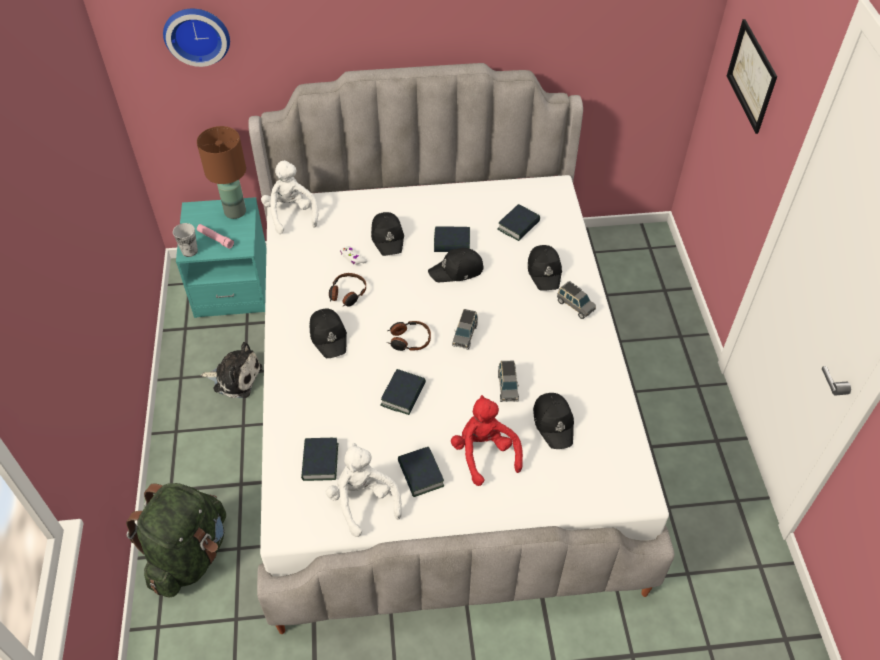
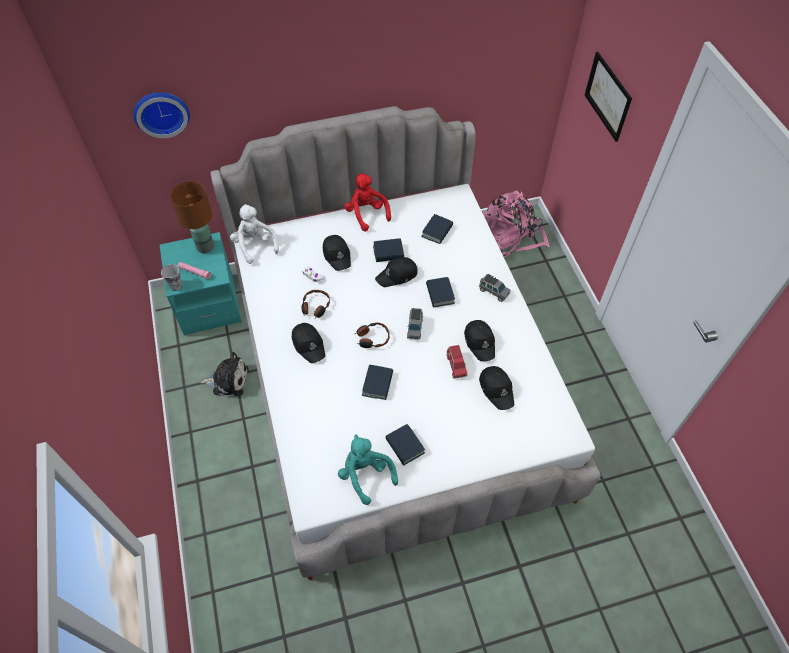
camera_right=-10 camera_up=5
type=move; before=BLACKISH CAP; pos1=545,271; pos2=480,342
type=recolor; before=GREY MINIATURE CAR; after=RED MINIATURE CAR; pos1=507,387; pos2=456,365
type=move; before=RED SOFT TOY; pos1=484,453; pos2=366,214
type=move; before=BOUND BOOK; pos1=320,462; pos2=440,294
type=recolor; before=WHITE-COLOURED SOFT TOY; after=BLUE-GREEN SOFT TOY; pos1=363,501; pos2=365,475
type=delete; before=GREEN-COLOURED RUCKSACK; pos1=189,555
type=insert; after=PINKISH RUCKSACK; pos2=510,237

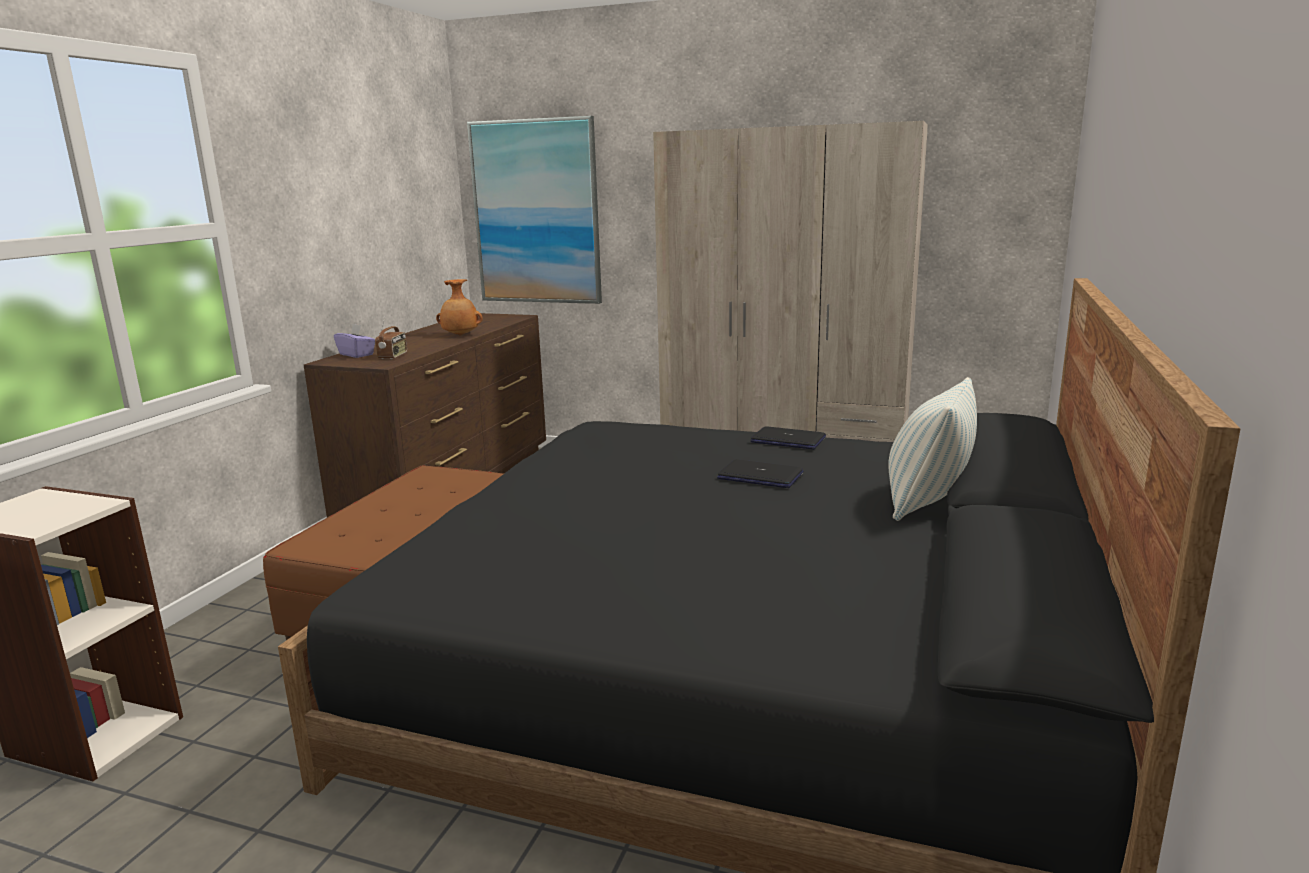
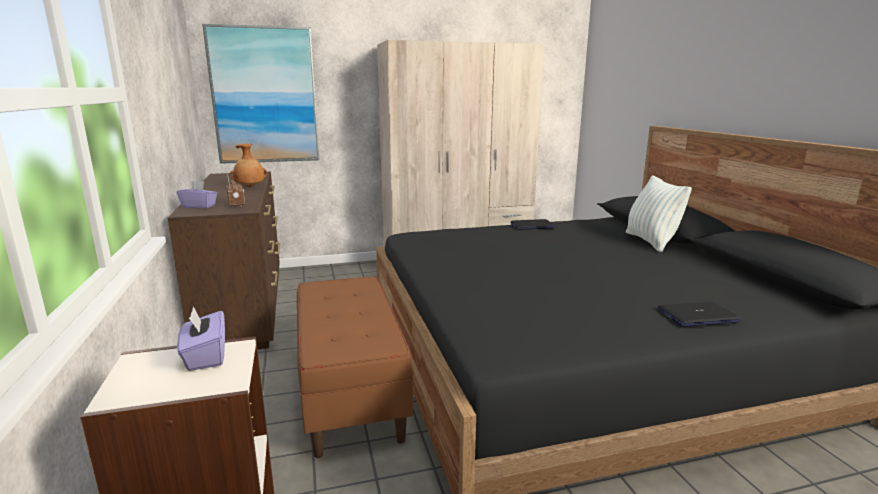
camera_right=-35 camera_up=0
type=move; before=LAPTOP; pos1=761,476; pos2=698,315
type=insert; after=PURPLE TISSUE HOLDER; pos2=205,356

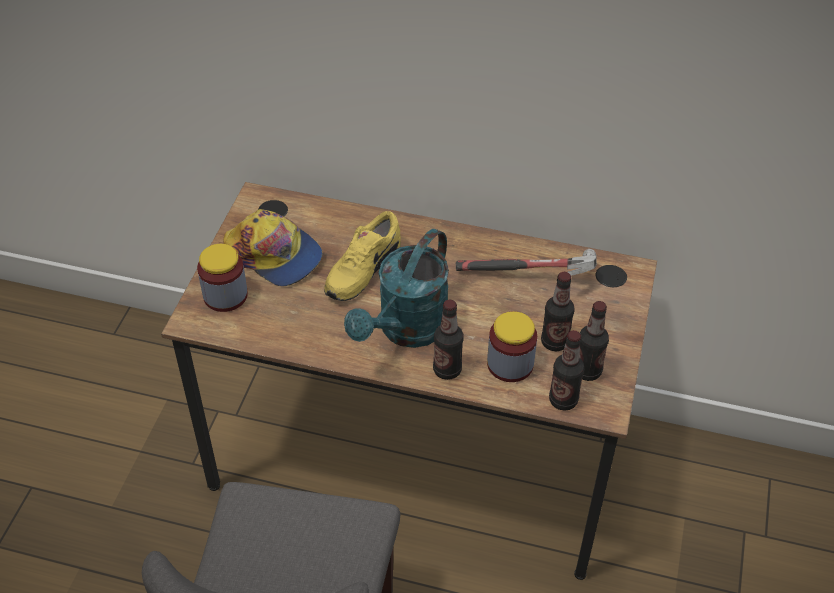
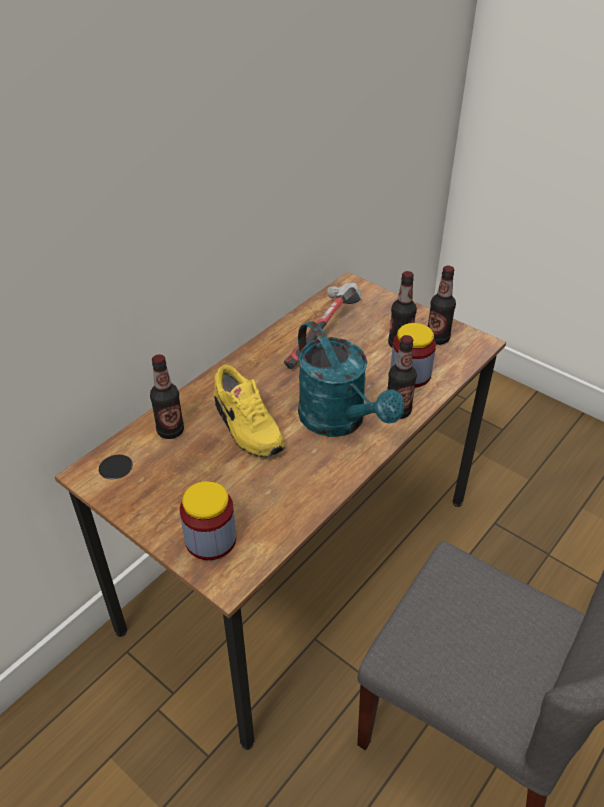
camera_right=-65 camera_up=-5
type=delete; before=CAP; pos1=274,254
type=move; before=BOTTLE; pos1=563,400; pos2=170,431

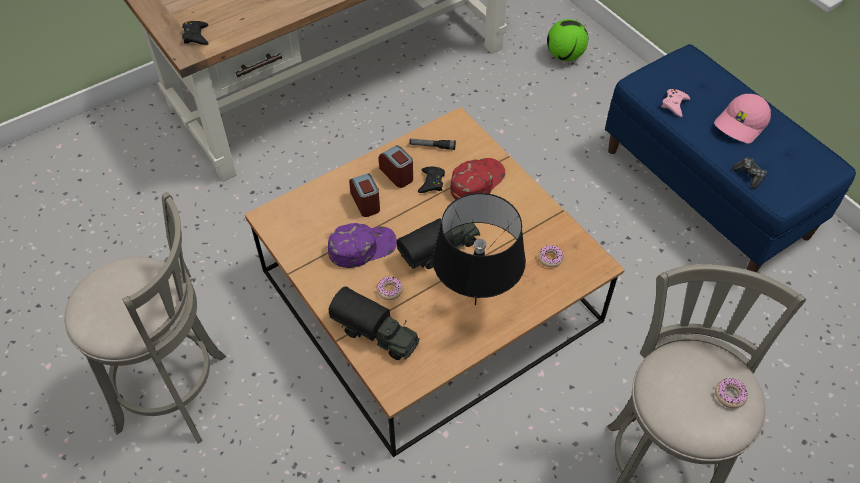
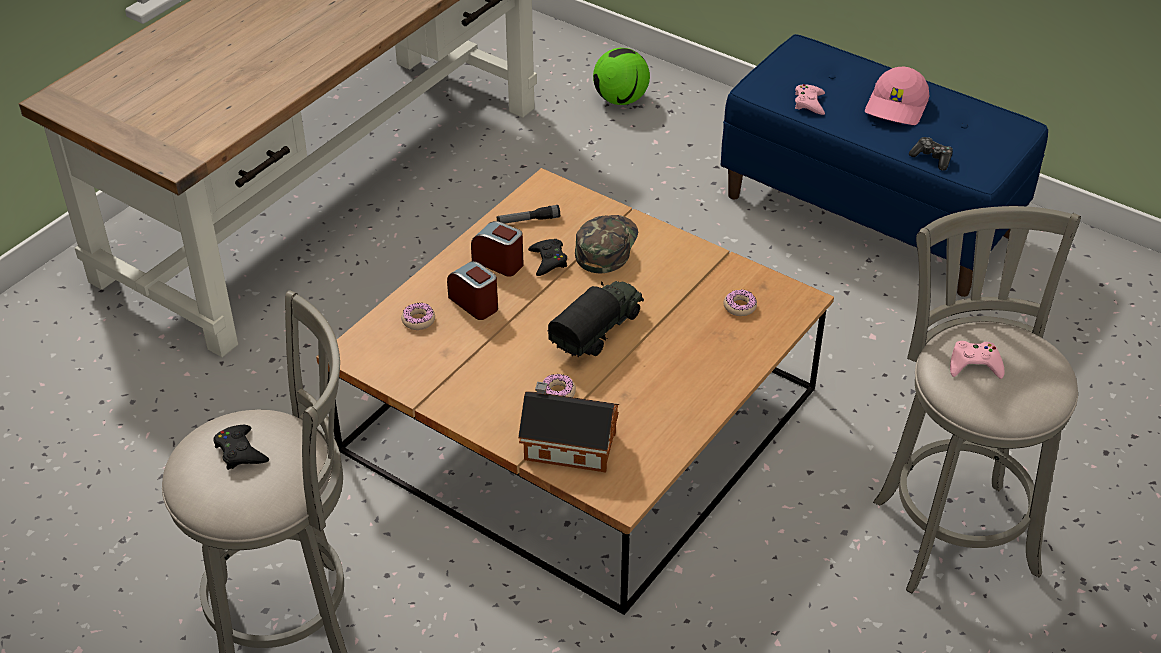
camera_right=-20 camera_up=-10
type=move; before=BLACKISH GAME CONTROLLER; pos1=196,36; pos2=240,452
type=recolor; before=RED CAP; after=GREEN-COLOURED CAP; pos1=476,181; pos2=605,246
type=delete; before=BLACKISH TABLE LAMP; pos1=475,304
type=delete; before=PURPLE CAP; pos1=362,247
type=replace; before=MODEL TRUCK; after=MINIATURE HOUSE; pos1=376,334; pos2=566,444
type=move; before=DOUGHNUT; pos1=730,395; pos2=418,320
type=insert; after=PINKISH GAME CONTROLLER; pos2=974,364

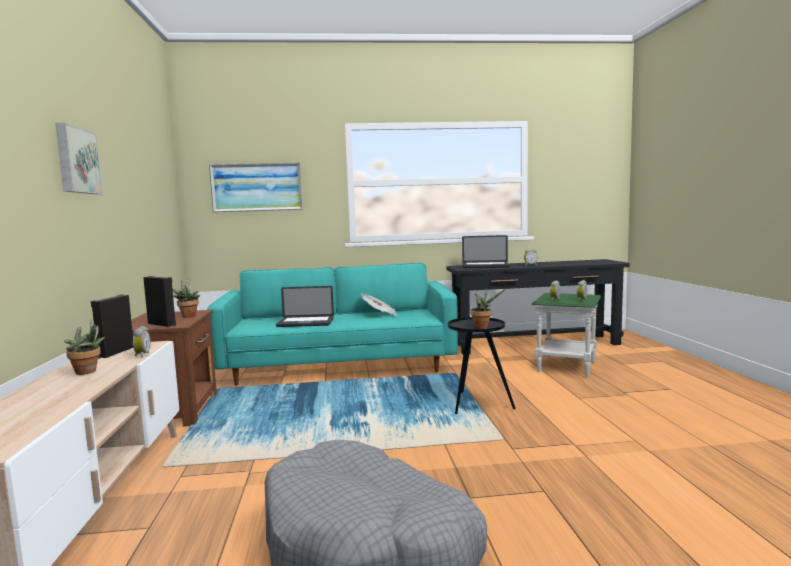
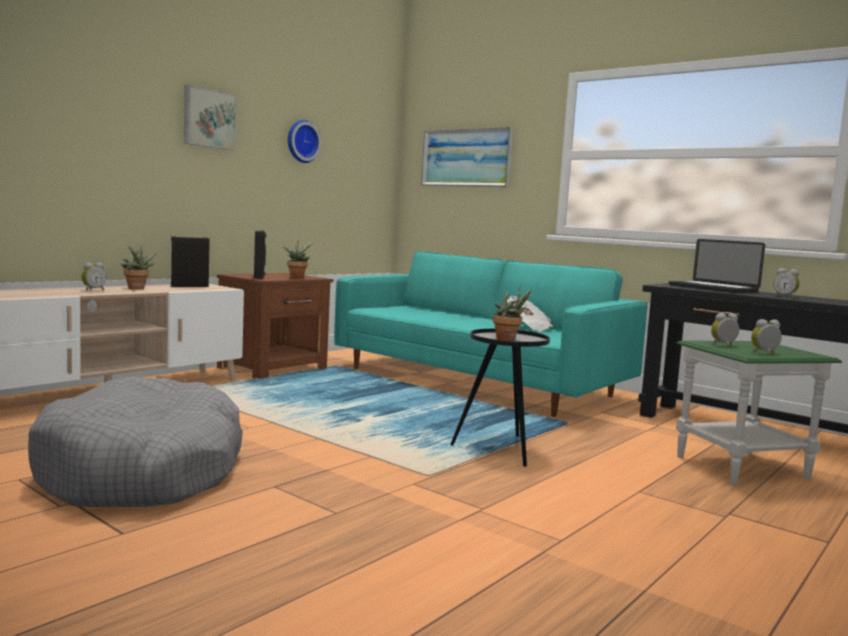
camera_right=45 camera_up=0
type=delete; before=LAPTOP; pos1=305,323
type=move; before=BEDSIDE CLOCK; pos1=141,355; pos2=93,290
type=insert; after=CLOCK ON THE WALL; pos2=301,141

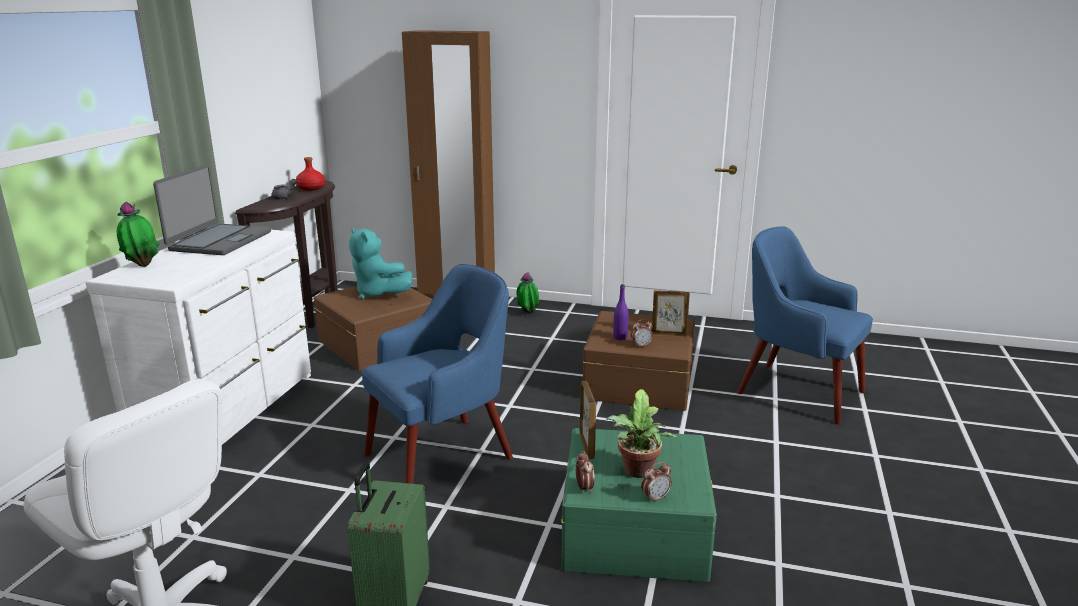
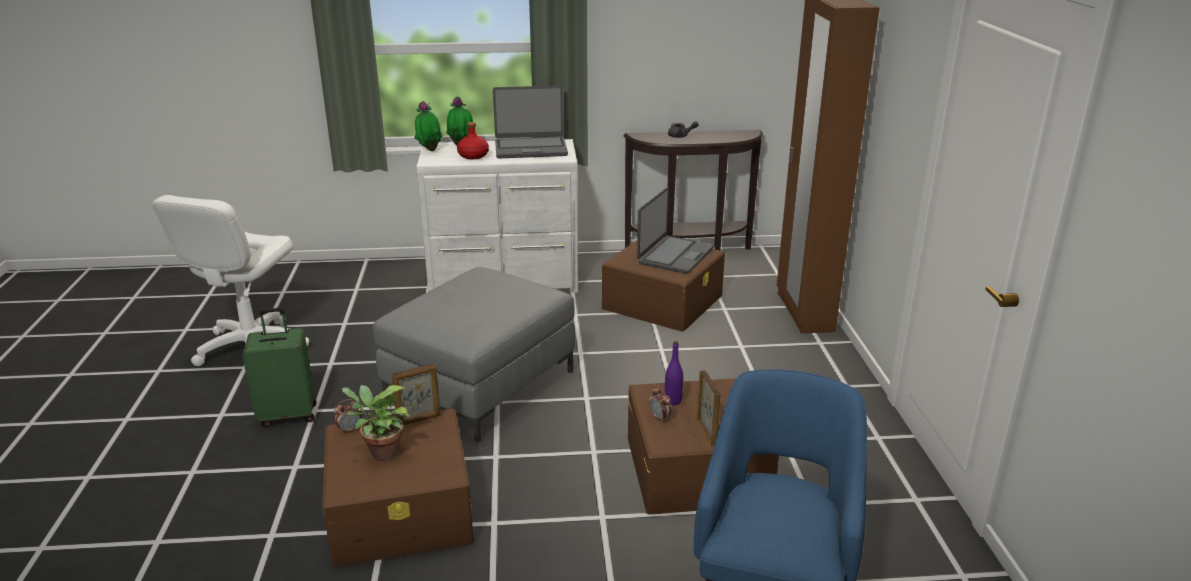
camera_right=70 camera_up=5
type=move; before=RED BOTTLE; pos1=310,188; pos2=473,156
type=replace; before=BLUE-GREEN SOFT TOY; after=LAPTOP; pos1=378,294; pos2=674,255
type=replace; before=BLUE-COLOURED EASY CHAIR; after=GREY OTTOMAN; pos1=443,455; pos2=481,386
type=move; before=POTTED PLANT; pos1=527,313; pos2=429,150
type=recolor; before=GREEN-COLOURED STORAGE BOX; after=BROWN-COLOURED STORAGE BOX; pos1=635,528; pos2=402,510
type=delete; before=BEDSIDE CLOCK; pos1=655,498

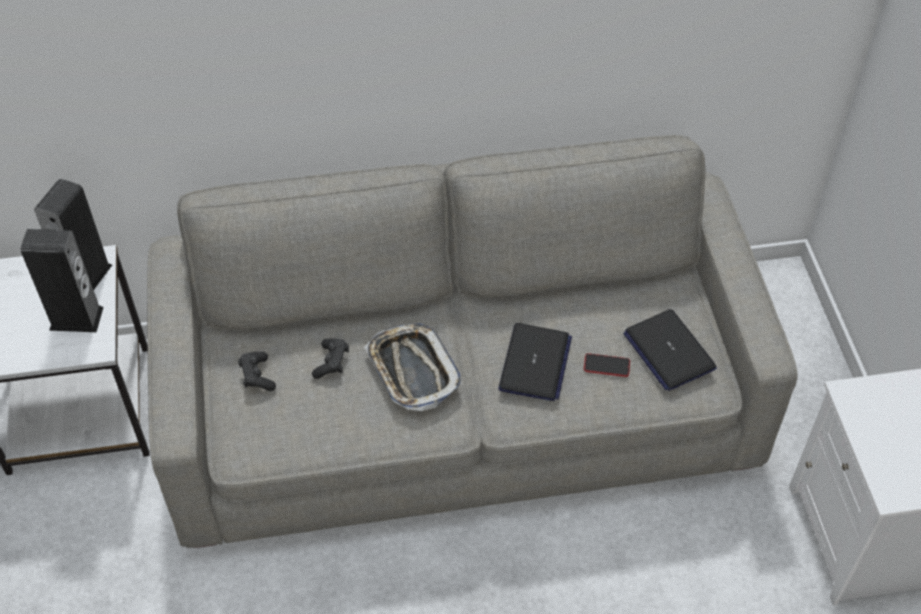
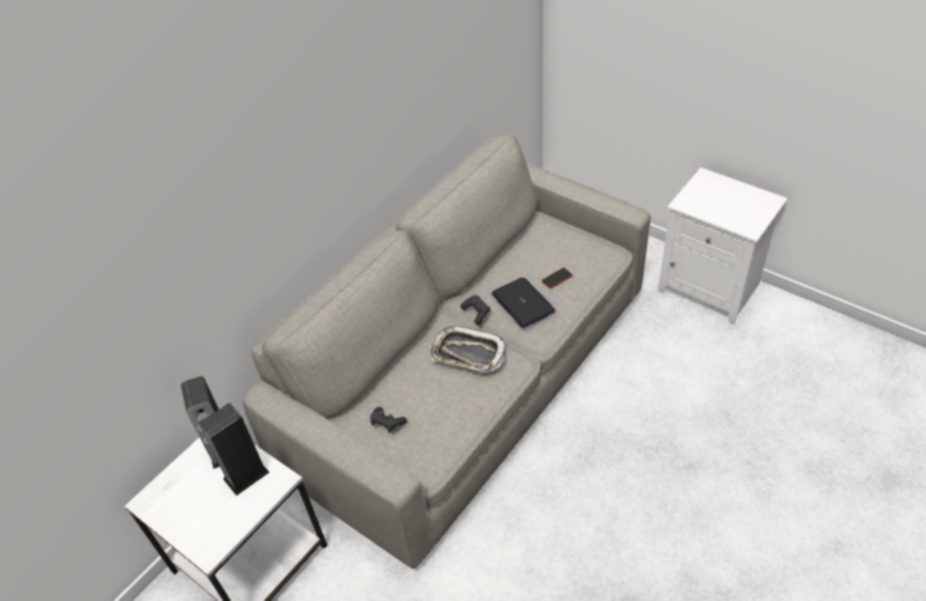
camera_right=-40 camera_up=-5
type=delete; before=LAPTOP; pos1=668,351
type=move; before=BLACKISH GAME CONTROLLER; pos1=331,363; pos2=476,313

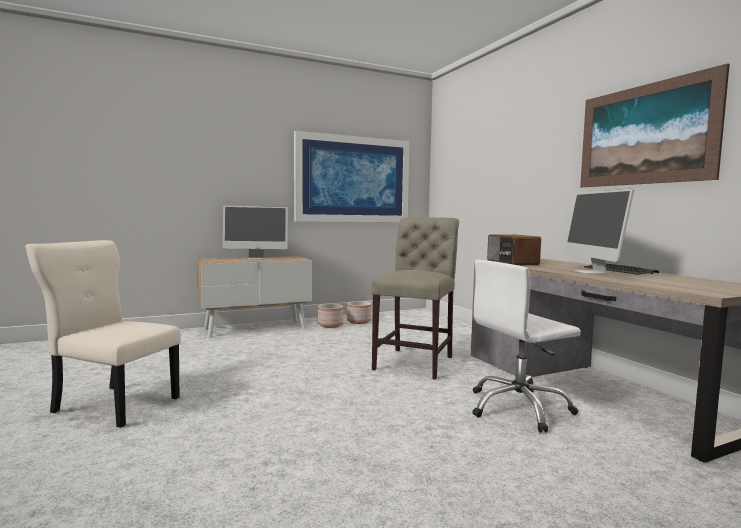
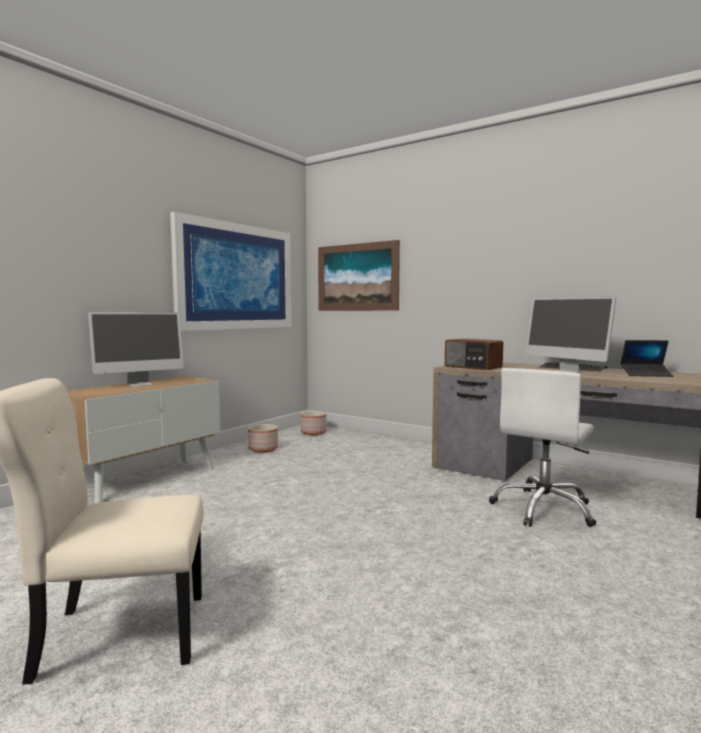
camera_right=-30 camera_up=0
type=move; before=PICTURE; pos1=644,135; pos2=357,277
type=delete; before=BEIGE CHAIR; pos1=416,361
type=move; before=PLANTER; pos1=330,325; pos2=314,432
type=insert; after=LAPTOP; pos2=646,375

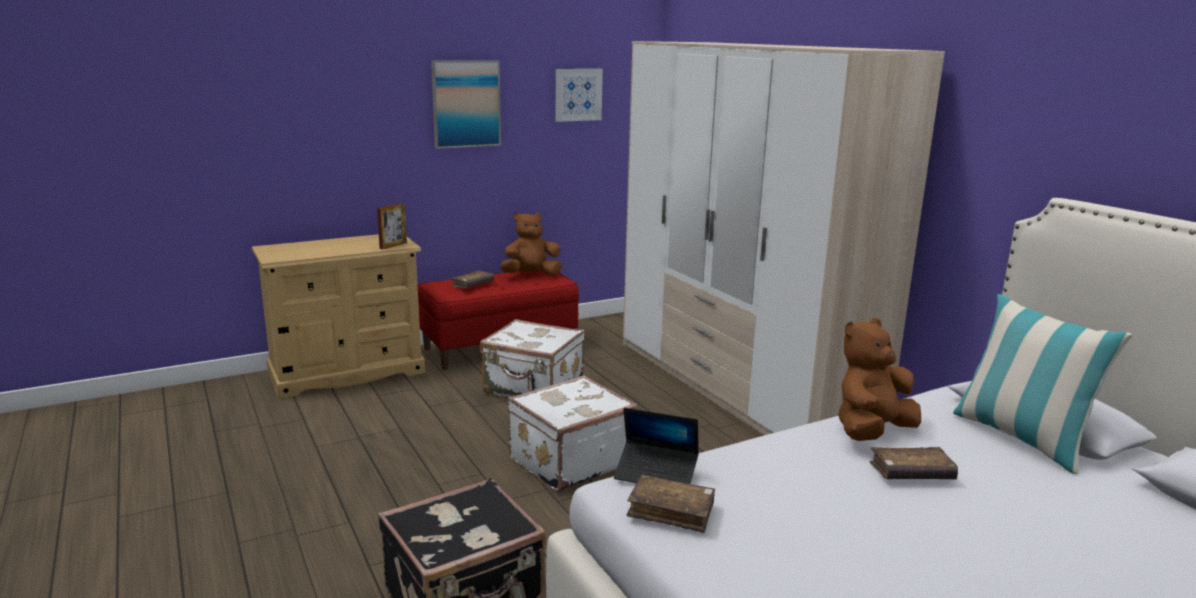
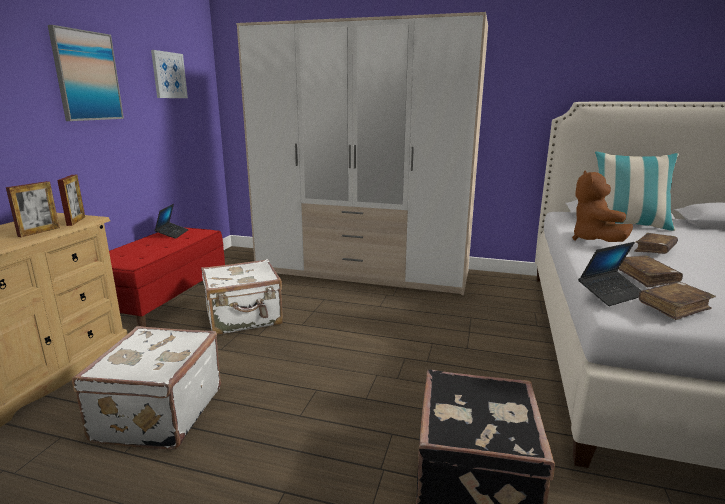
camera_right=-45 camera_up=0
type=replace; before=BROWN-COLOURED SOFT TOY; after=LAPTOP; pos1=531,275; pos2=172,234
type=move; before=BROWN-COLOURED BOUND BOOK; pos1=473,285; pos2=646,277
type=move; before=WHITE-COLOURED SUITCASE; pos1=568,461; pos2=157,414
type=insert; after=PICTURE FRAME; pos2=39,232

